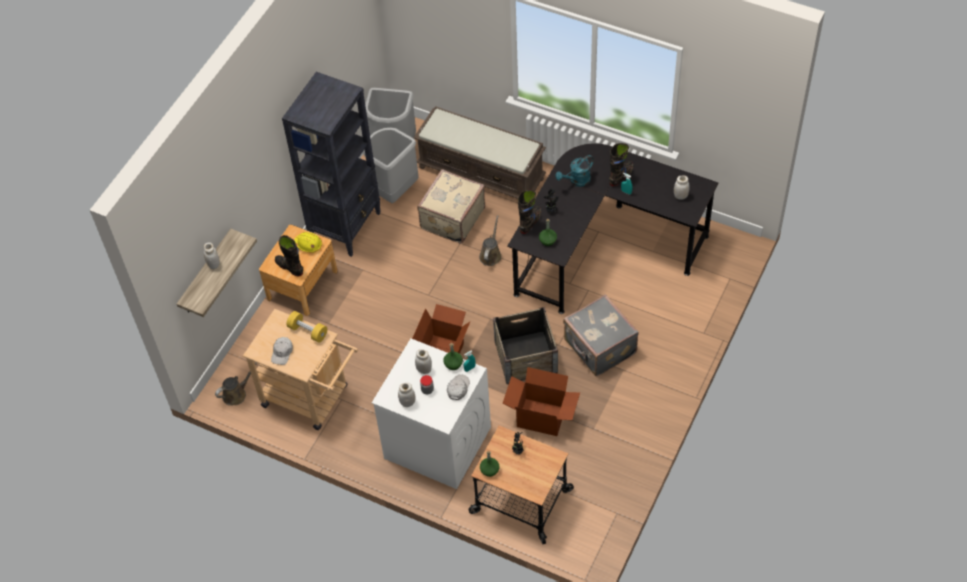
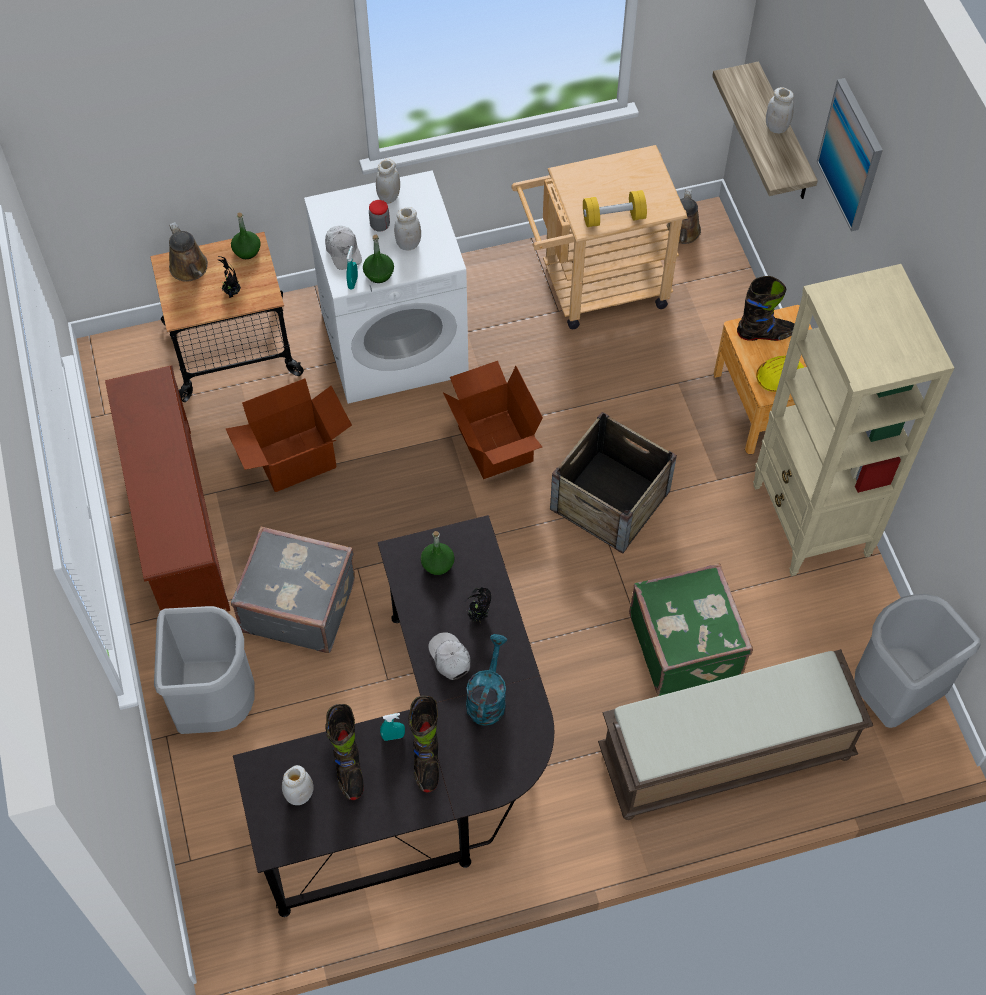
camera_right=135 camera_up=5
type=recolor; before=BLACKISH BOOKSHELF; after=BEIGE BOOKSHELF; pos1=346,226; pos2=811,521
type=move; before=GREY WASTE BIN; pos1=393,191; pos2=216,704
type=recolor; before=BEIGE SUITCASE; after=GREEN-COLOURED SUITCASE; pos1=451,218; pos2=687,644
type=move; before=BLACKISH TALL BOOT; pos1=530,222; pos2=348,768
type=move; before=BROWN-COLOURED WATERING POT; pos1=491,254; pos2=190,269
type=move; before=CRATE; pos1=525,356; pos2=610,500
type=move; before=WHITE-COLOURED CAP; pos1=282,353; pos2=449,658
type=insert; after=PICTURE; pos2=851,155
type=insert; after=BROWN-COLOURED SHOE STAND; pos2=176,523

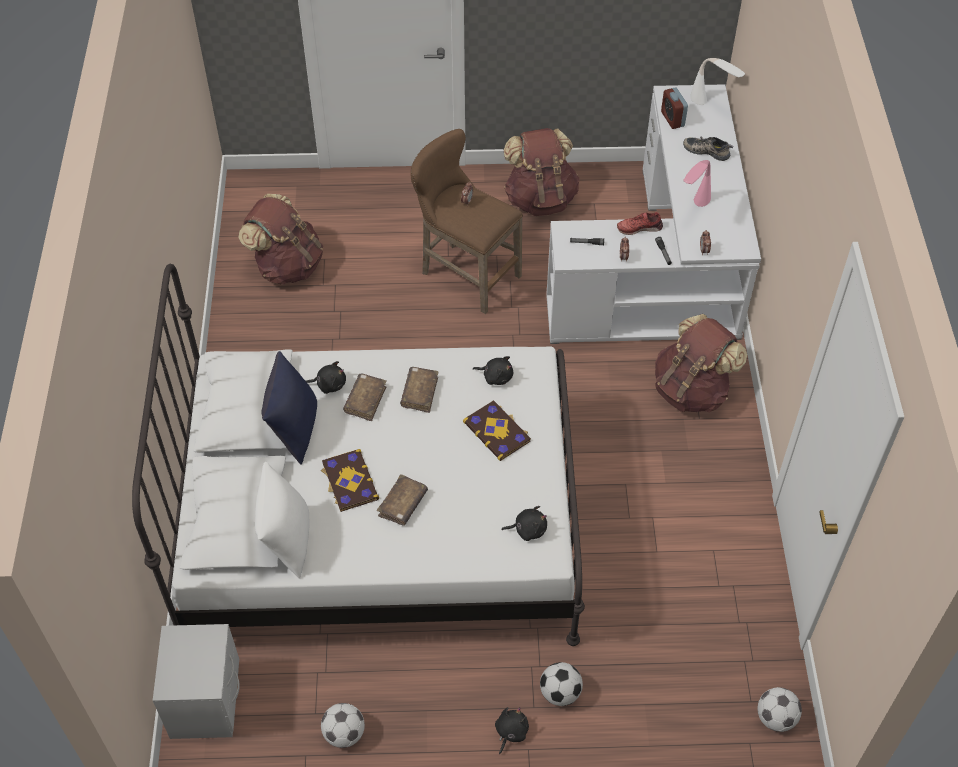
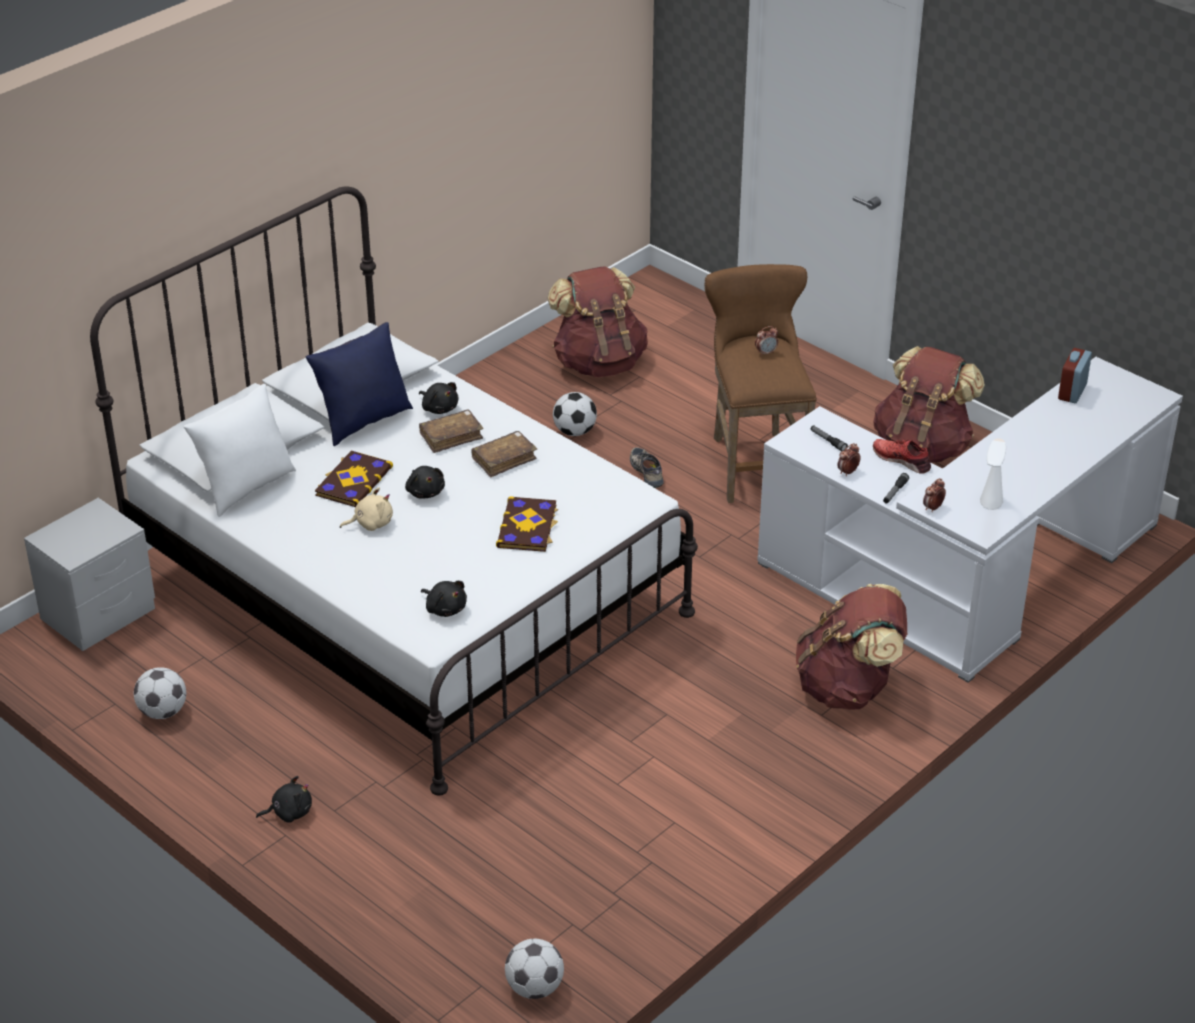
camera_right=45 camera_up=-15
type=move; before=WHITE-COLOURED TABLE LAMP; pos1=712,111; pos2=987,521
type=move; before=ITEM OF FOOTWEAR; pos1=707,150; pos2=648,471
type=delete; before=PINKISH TABLE LAMP; pos1=692,214
type=move; before=BLACKISH SOFT TOY; pos1=496,376; pos2=425,492
type=replace; before=BROWN-COLOURED BOUND BOOK; after=BEIGE SOFT TOY; pos1=403,504; pos2=371,523
type=move; before=BALL FOR FOOTBALL; pos1=560,693; pos2=574,431

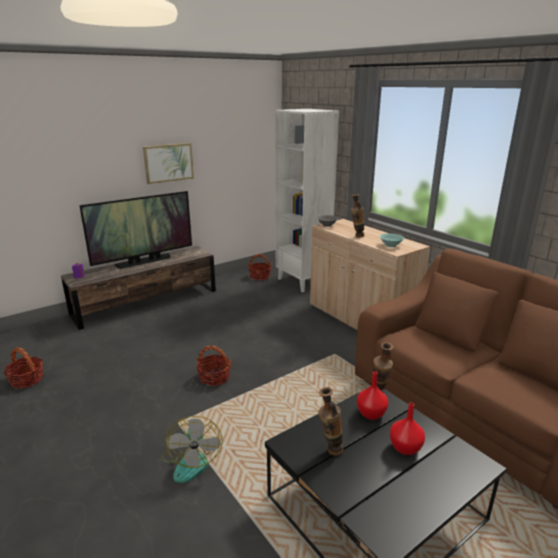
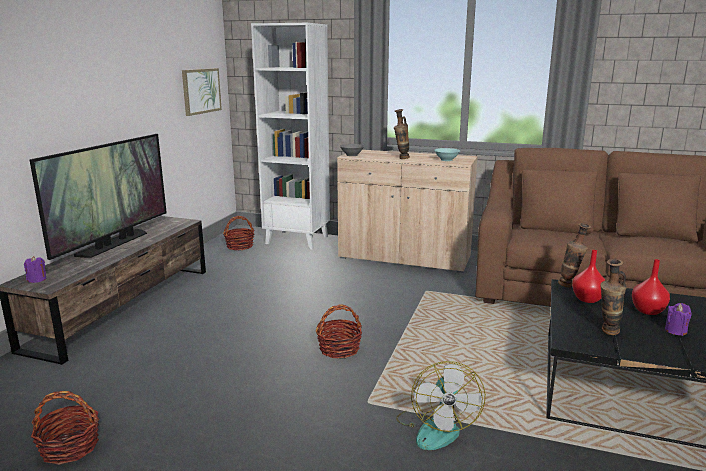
camera_right=-35 camera_up=-5
type=move; before=PICTURE; pos1=168,163; pos2=201,91
type=rotate; before=COOLING FAN; pos1=191,461; pos2=436,427; turn=45
type=insert; after=PURPLE WAX LIGHT; pos2=675,331

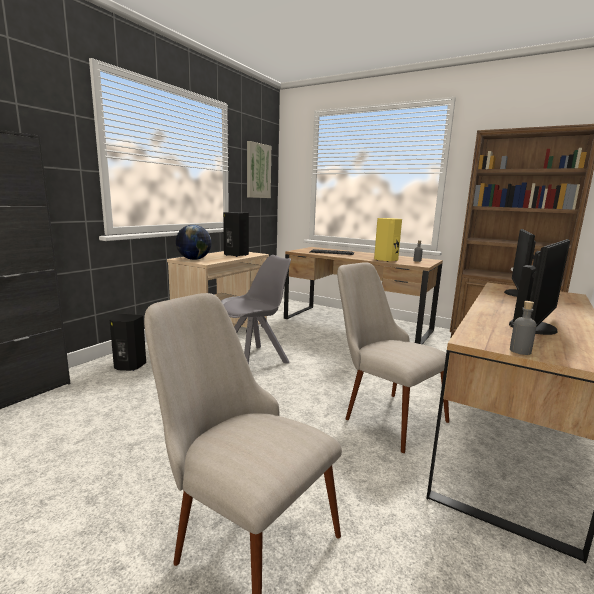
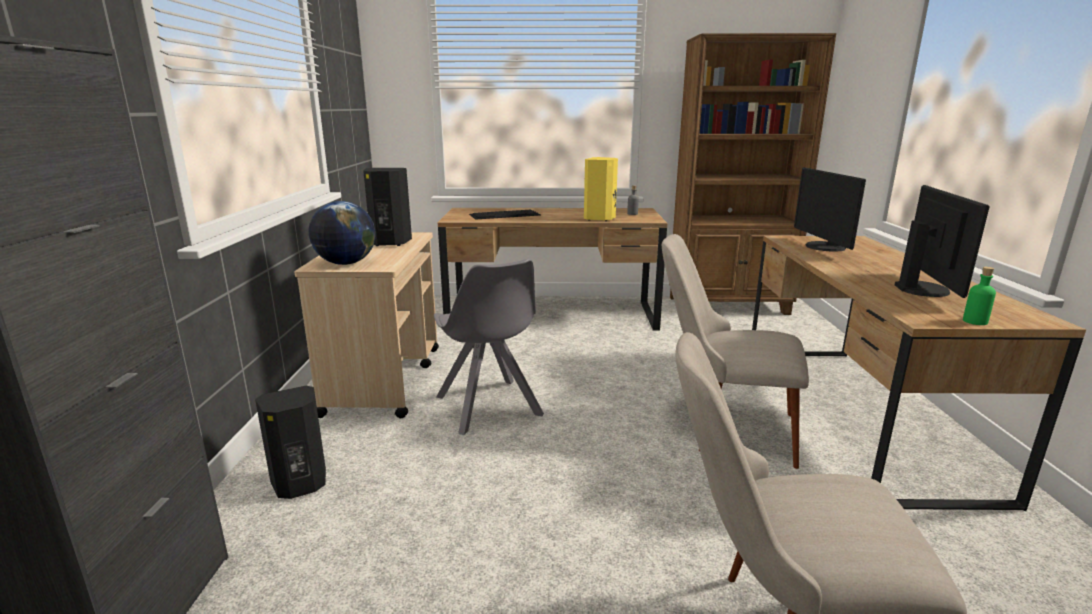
camera_right=-30 camera_up=5
type=delete; before=PICTURE; pos1=258,171
type=rotate; before=GREY CHAIR; pos1=254,360; pos2=489,407; turn=135
type=recolor; before=GREY BOTTLE; after=GREEN-COLOURED BOTTLE; pos1=520,351; pos2=975,321

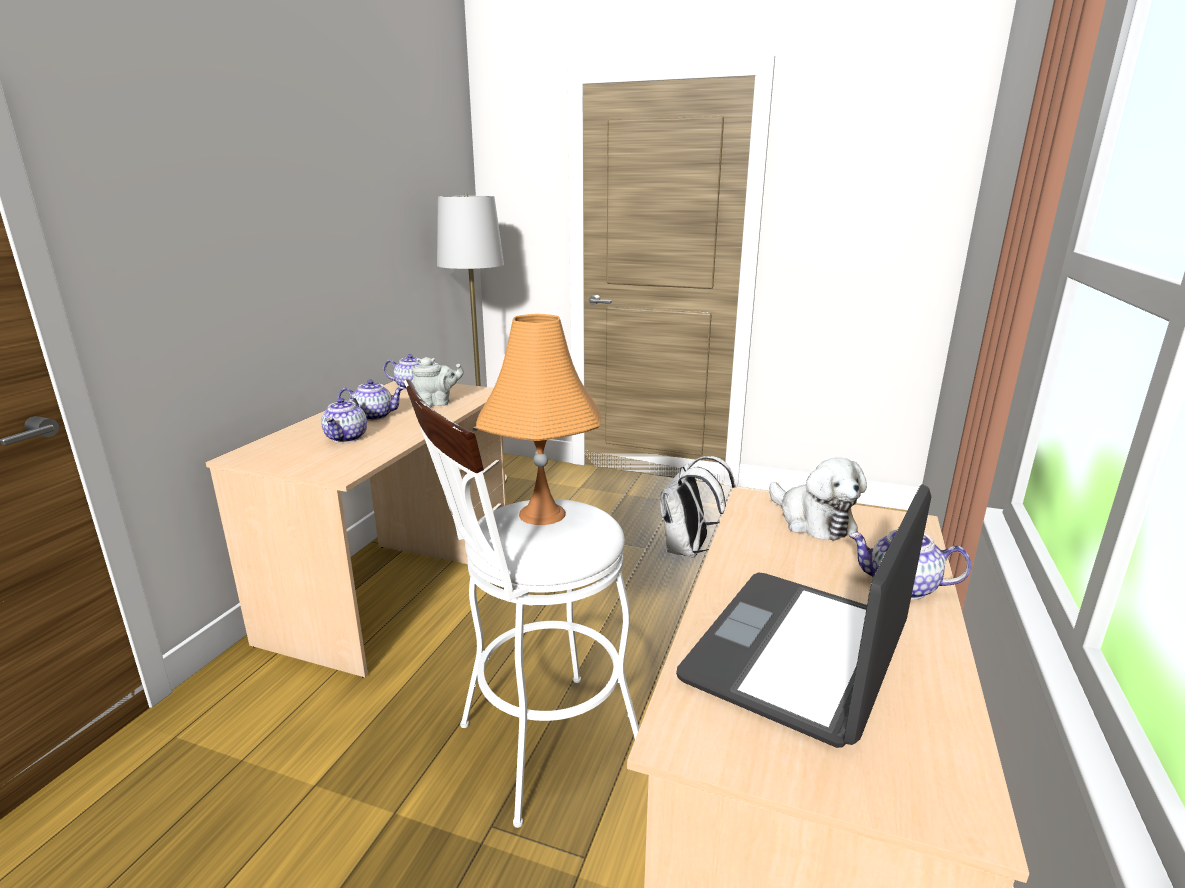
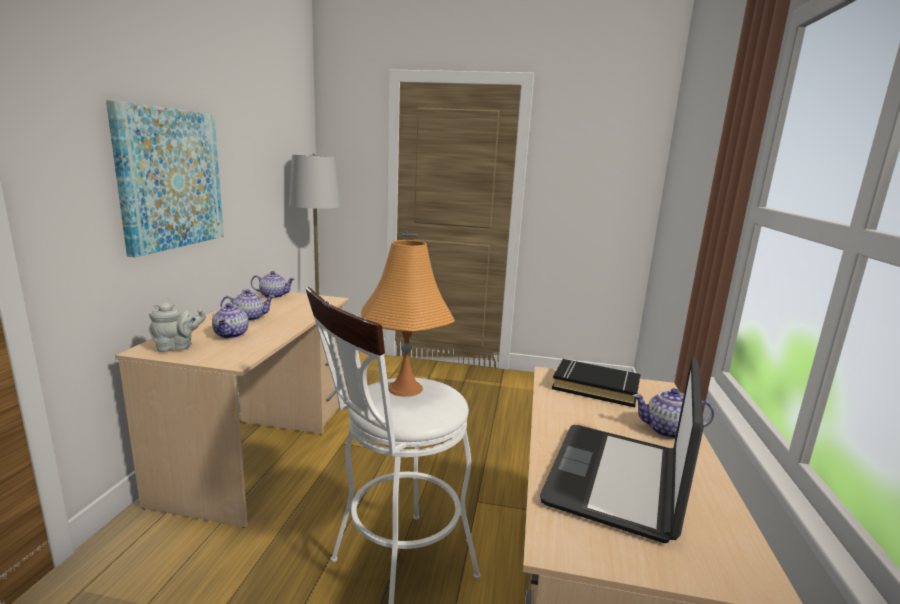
camera_right=-10 camera_up=-5
type=move; before=GREY POT FOR TEA; pos1=437,403; pos2=177,347
type=delete; before=WHITE-COLOURED RUCKSACK; pos1=689,550
type=replace; before=SOFT TOY; after=BLACKISH BOUND BOOK; pos1=812,520; pos2=595,388
type=insert; after=PICTURE; pos2=170,179

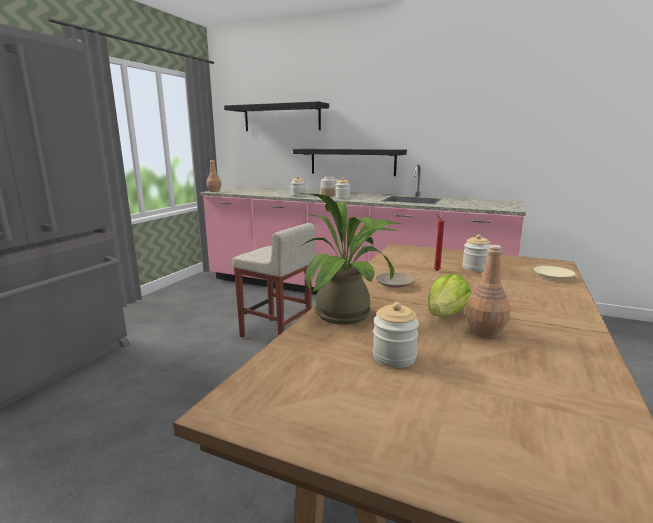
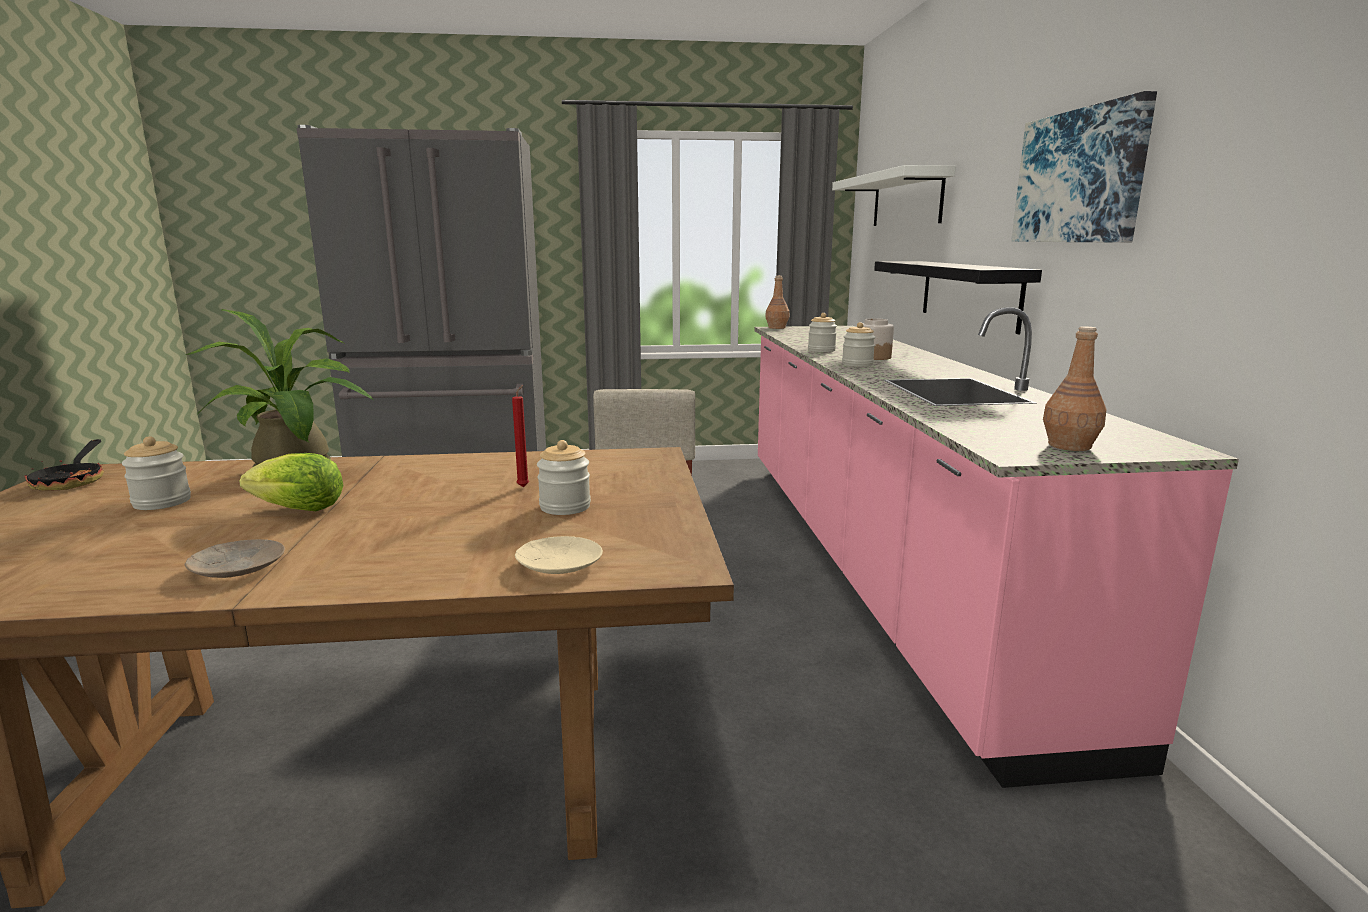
camera_right=60 camera_up=0
type=recolor; before=BLACKISH BRACKET SHELF; after=WHITE-COLOURED BRACKET SHELF; pos1=281,118; pos2=906,200
type=move; before=BROWN-COLOURED BOTTLE; pos1=484,332; pos2=1069,446
type=move; before=BEIGE PLATE; pos1=394,284; pos2=237,568
type=insert; after=PICTURE; pos2=1080,177
type=insert; after=PAN; pos2=73,481

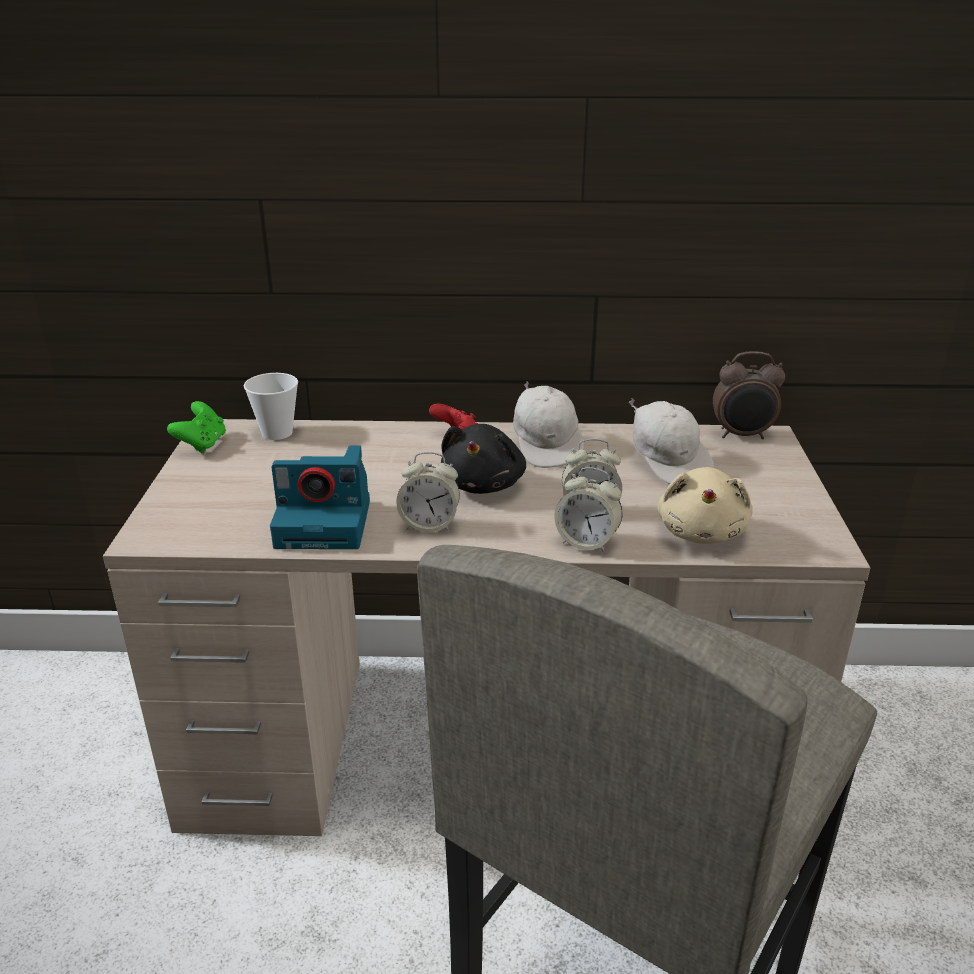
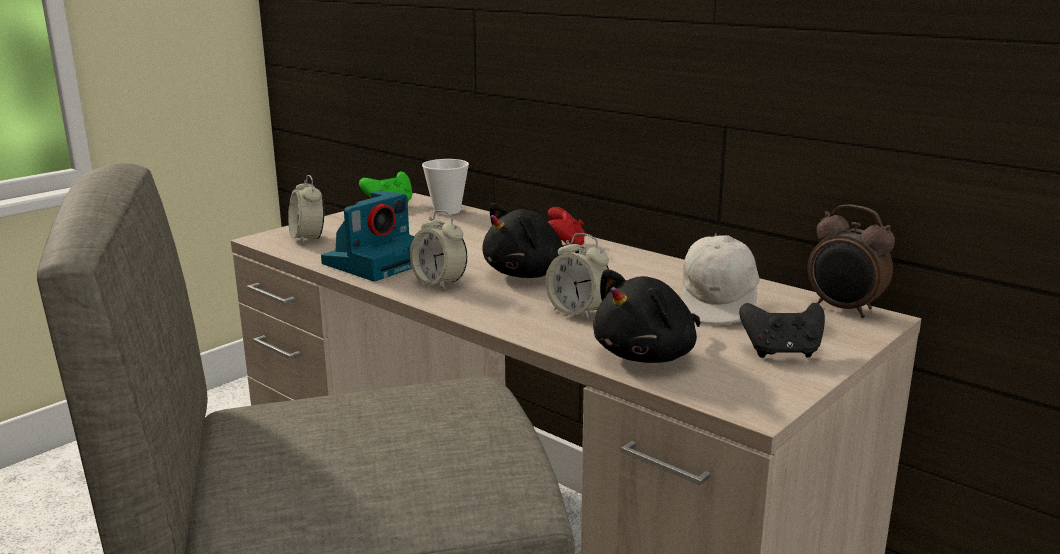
camera_right=40 camera_up=-10
type=delete; before=WHITE-COLOURED CAP; pos1=546,446
type=rotate; before=STILL CAMERA; pos1=326,523; pos2=377,262; turn=-90
type=move; before=BEDSIDE CLOCK; pos1=587,542; pos2=308,239
type=recolor; before=BEIGE SOFT TOY; after=BLACKISH SOFT TOY; pos1=702,532; pos2=648,355
type=insert; after=BLACKISH GAME CONTROLLER; pos2=781,352

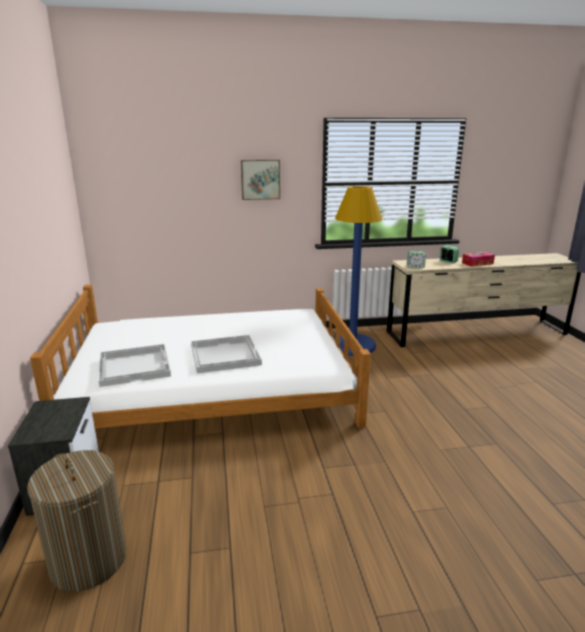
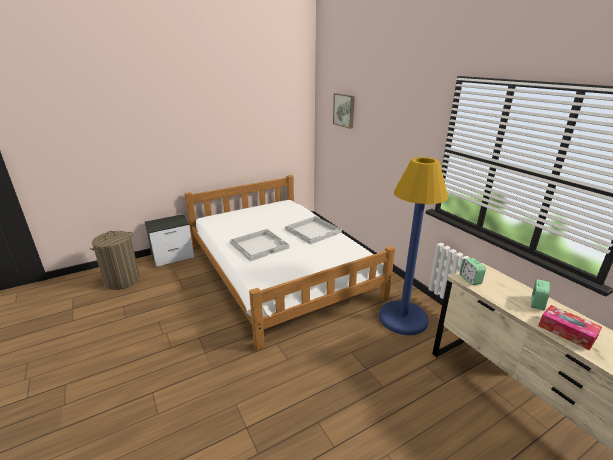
camera_right=70 camera_up=5
type=move; before=PICTURE; pos1=260,179; pos2=344,110
type=move; before=WHITE-COLOURED TRAY; pos1=135,366; pos2=313,231

